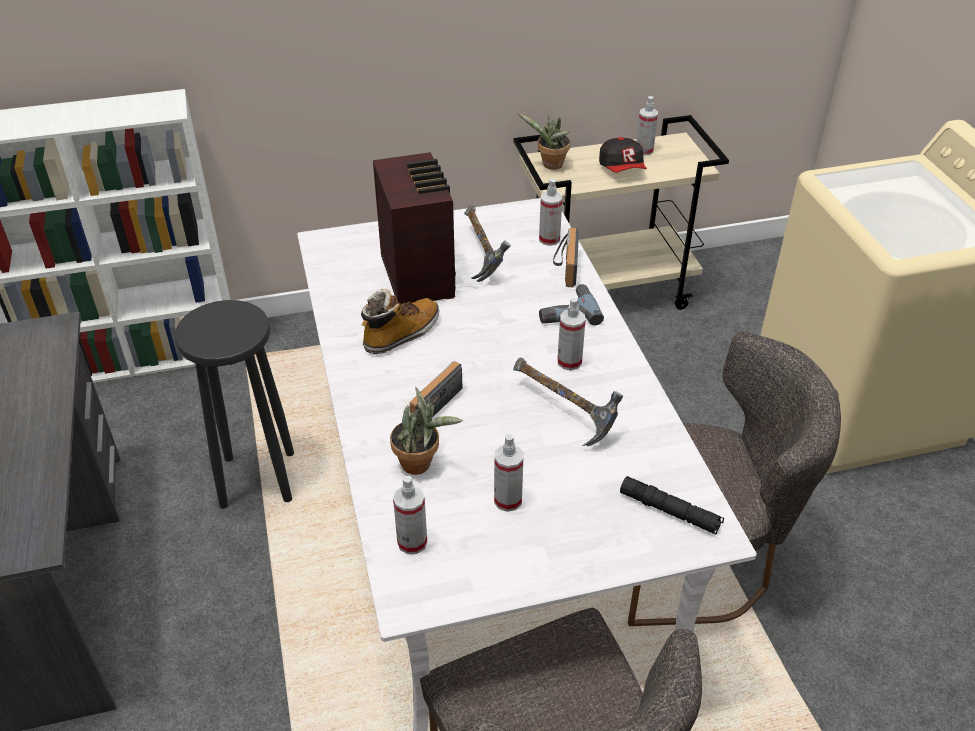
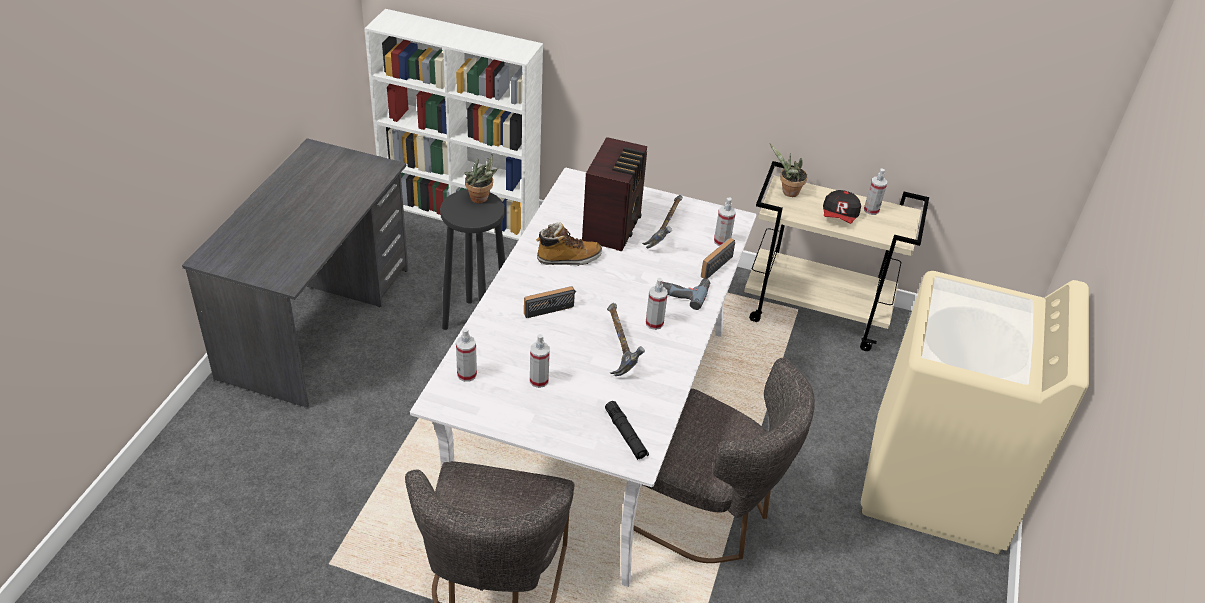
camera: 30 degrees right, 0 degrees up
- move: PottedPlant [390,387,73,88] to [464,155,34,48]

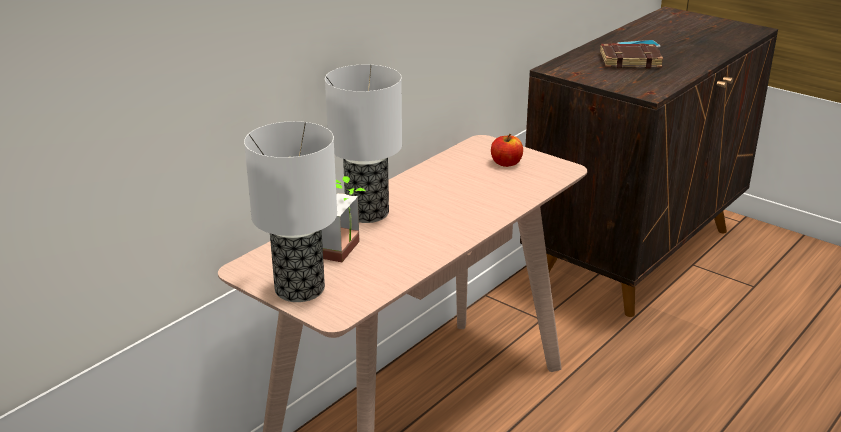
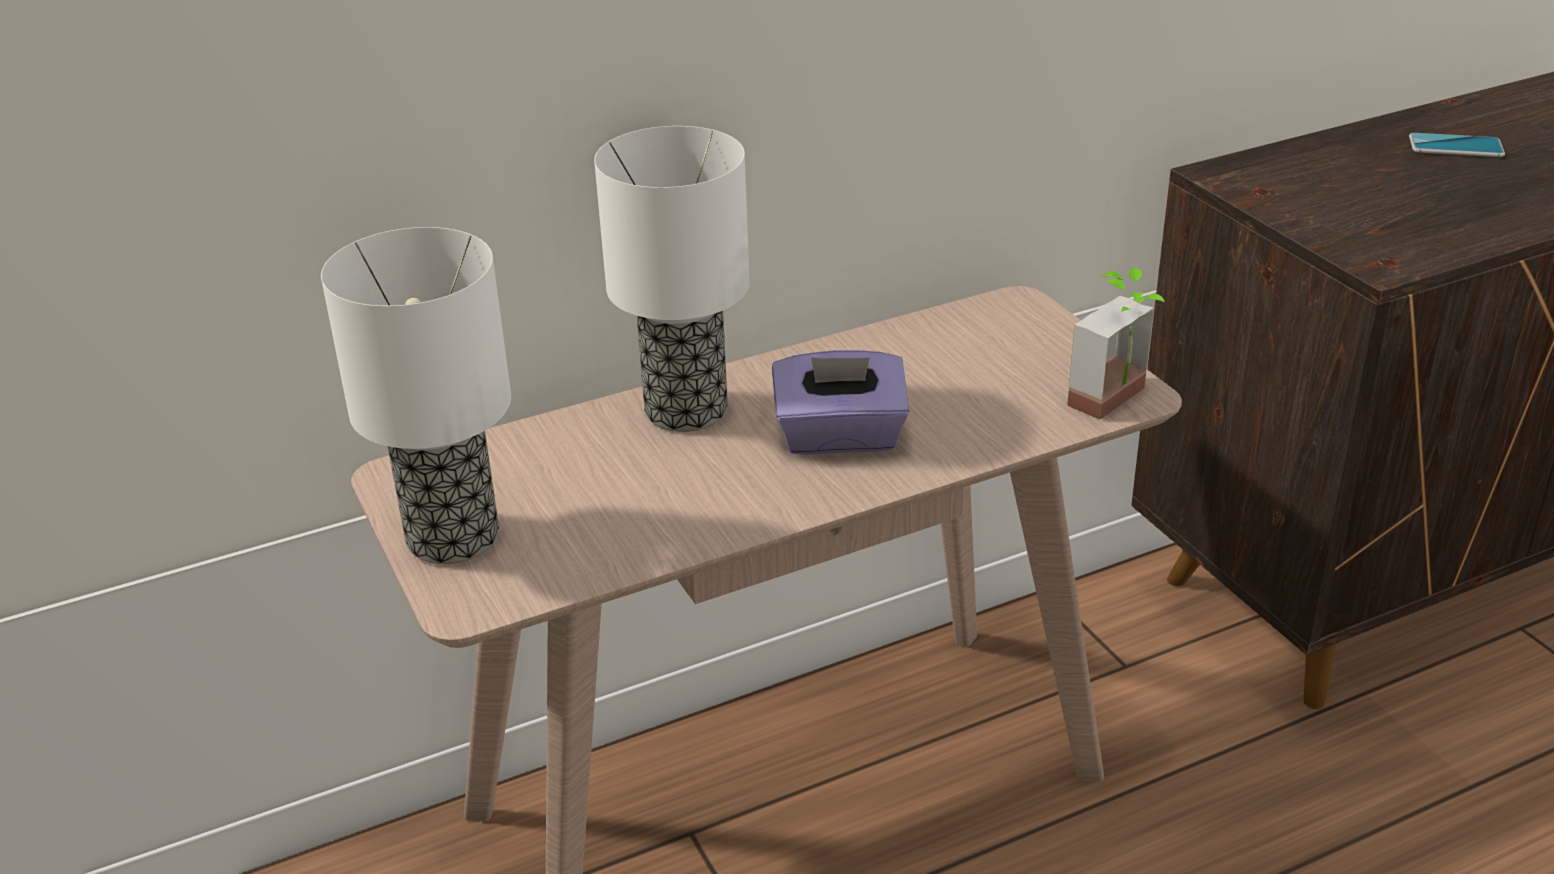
camera: 25 degrees right, 5 degrees up
- delete: BrownBook [600,43,63,25]
- delete: Apple [491,134,32,33]
- move: PottedPlant [322,176,44,86] to [1067,268,98,151]
- insert: PurpleTissueBox [772,350,137,105]

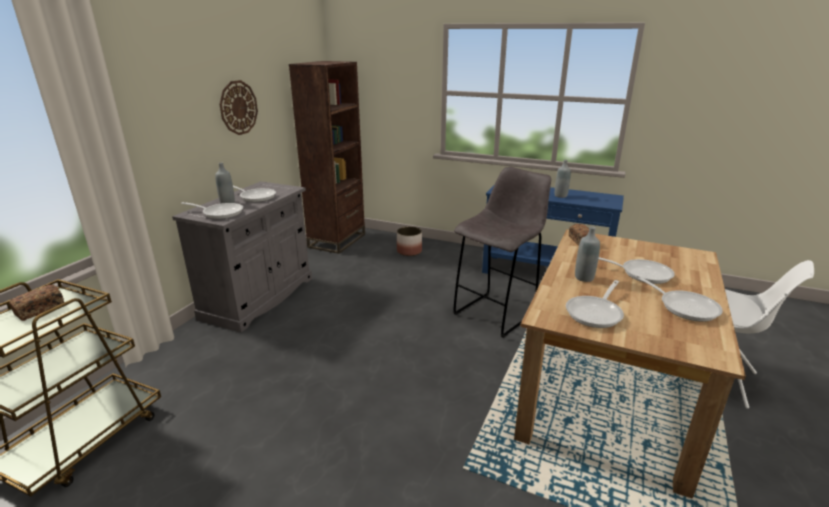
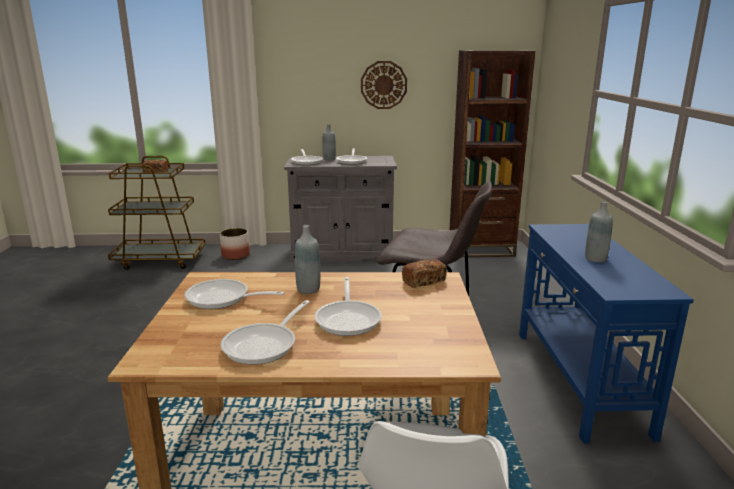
camera: 65 degrees right, 5 degrees down
- move: Planter [397,227,25,29] to [220,228,30,32]

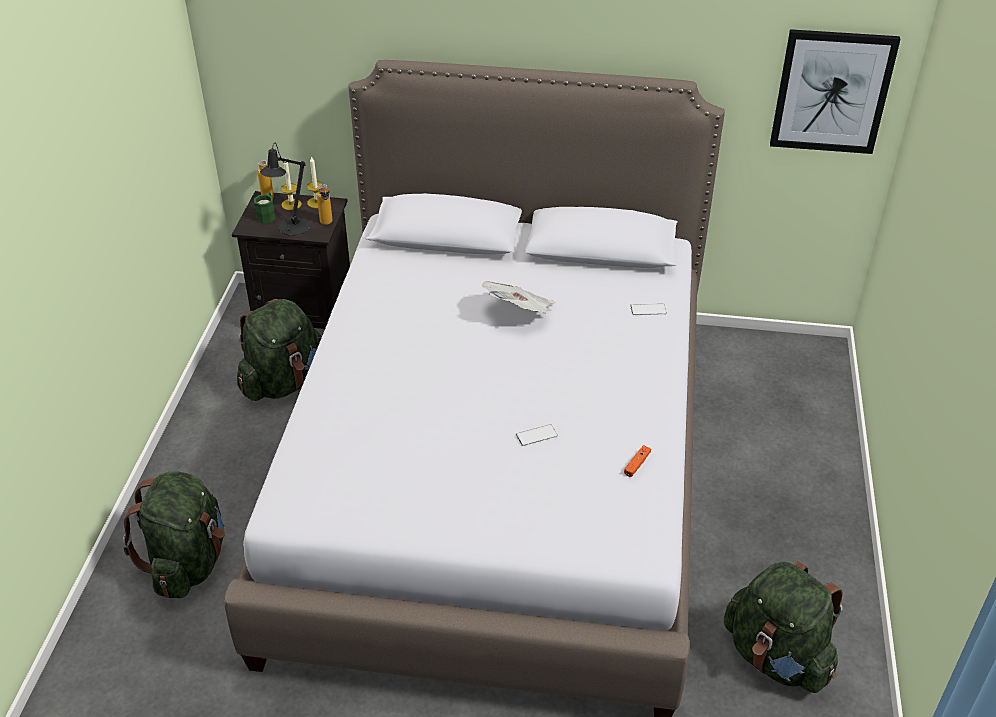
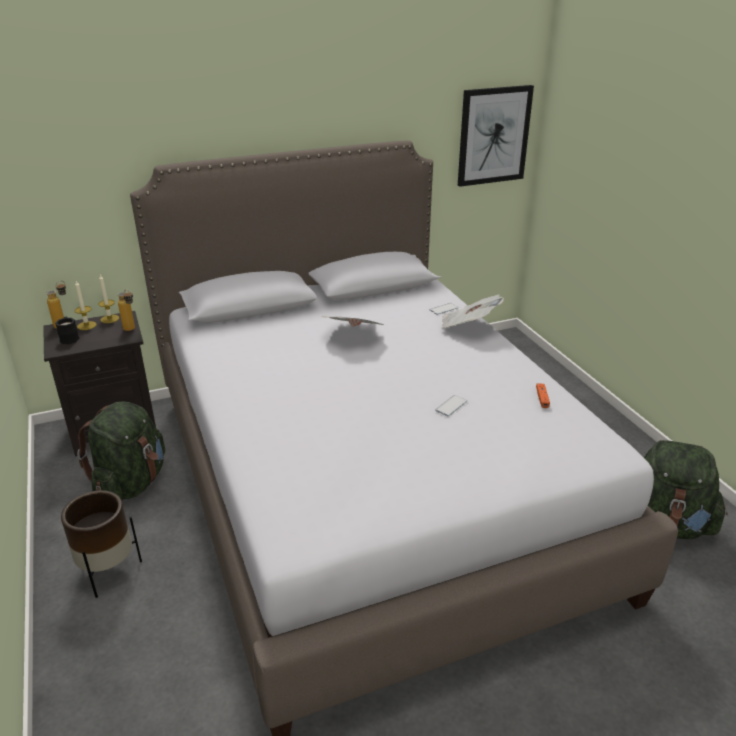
camera: 30 degrees left, 10 degrees down
- delete: BlackTableLamp [260,144,50,92]
- recolor: GreenMug [254,192,22,32] to BlackMug [55,317,24,27]
- delete: GreenBackpack [122,471,103,127]
- insert: Newspaper [442,294,62,35]
- insert: BrownPlanter [61,490,81,108]

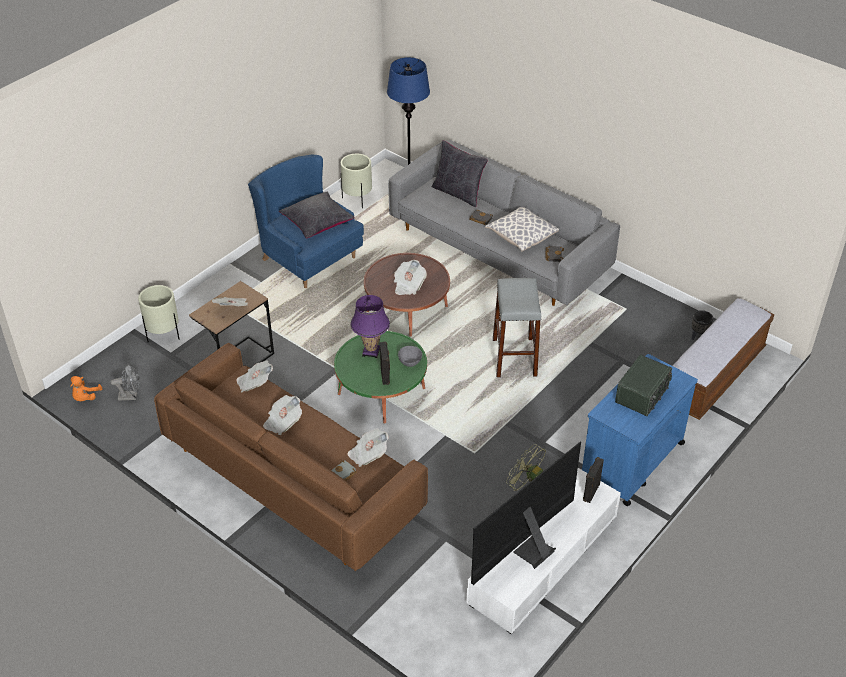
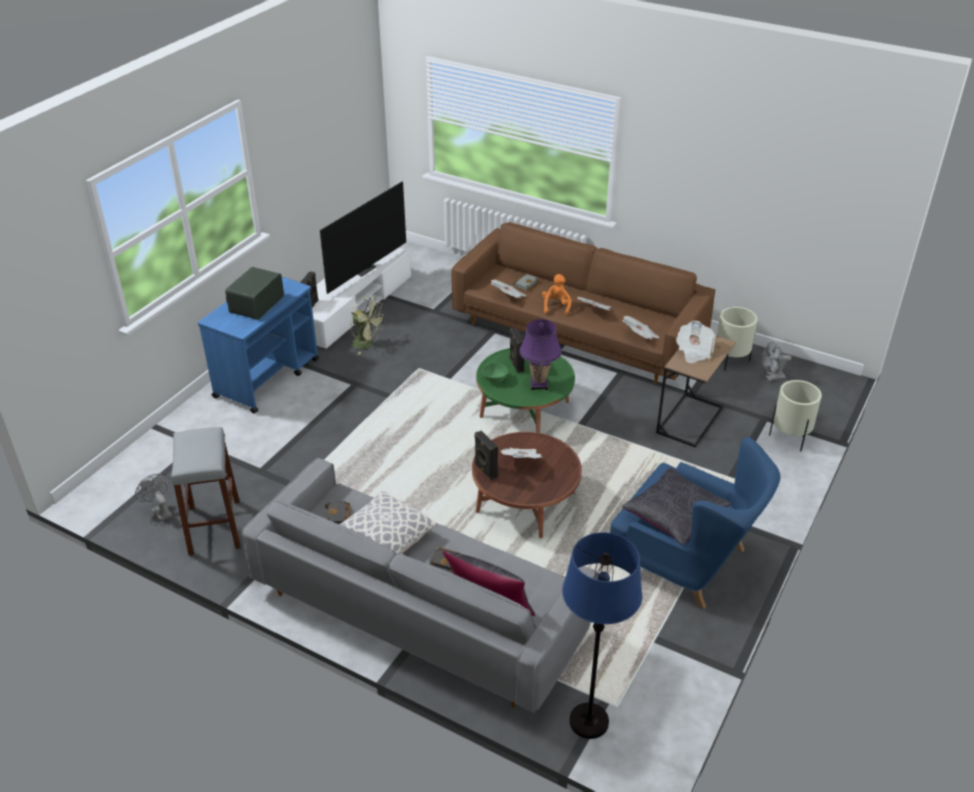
camera: 170 degrees right, 5 degrees down
- move: BeigePlanter [341,154,31,55] to [717,307,41,64]
- move: GreyStool [493,278,49,99] to [171,427,70,129]
- delete: Bench [673,298,102,122]
- replace: BlackPlanter [692,310,21,30] to GreyFan [135,473,37,48]
- recolor: GreyBowl [398,346,24,21] to GreenBowl [482,363,26,20]
- move: OrangePlushToy [71,376,31,25] to [542,274,30,42]
- insert: BlackSpeaker [475,431,23,49]

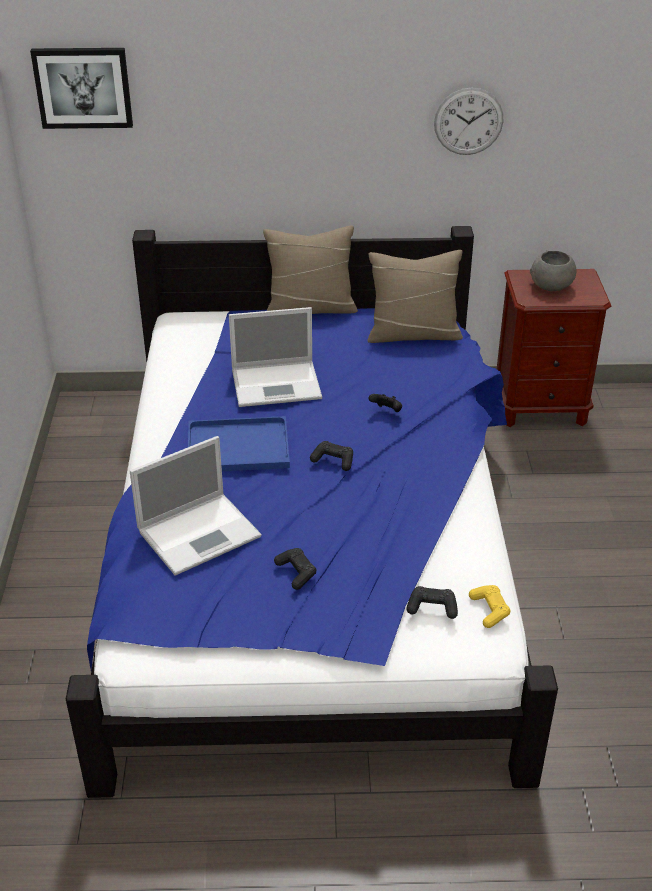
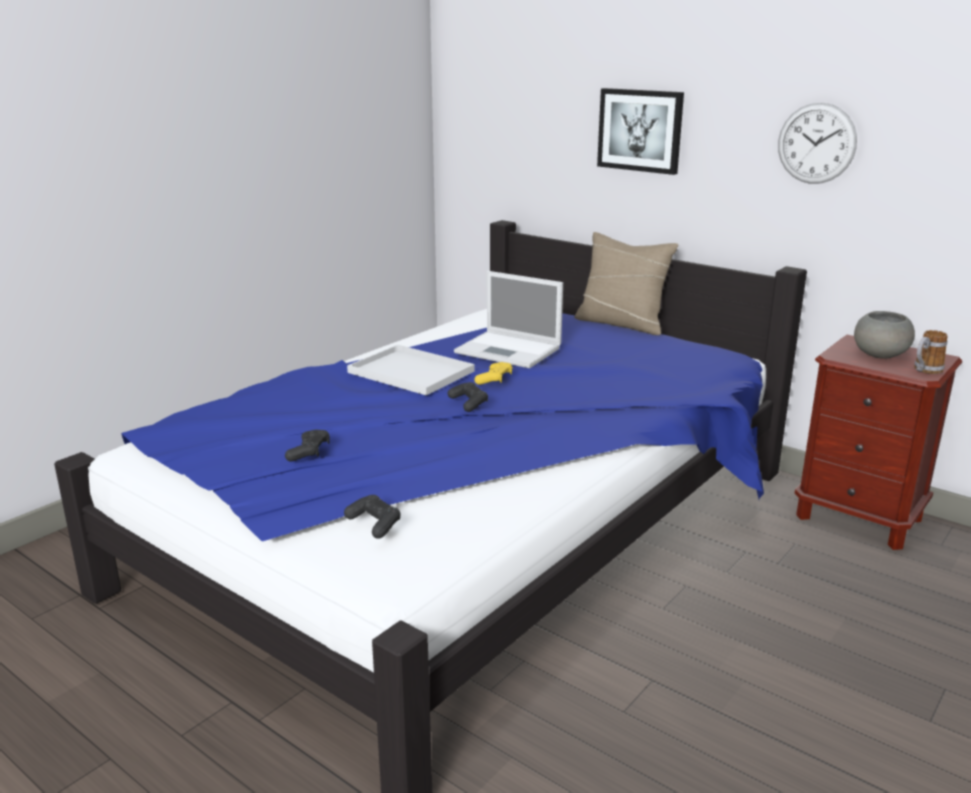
camera: 40 degrees right, 15 degrees down
- move: Picture [30,48,103,81] to [597,88,87,87]
- delete: BeigePillow [367,250,96,93]
- delete: BlackGameController [369,394,33,18]
- recolor: BlueTray [188,416,102,55] to WhiteTray [347,345,128,51]
- delete: Laptop [130,436,132,140]
- move: YellowGameController [469,585,42,43] to [474,362,38,23]
- insert: Mug [914,330,33,44]

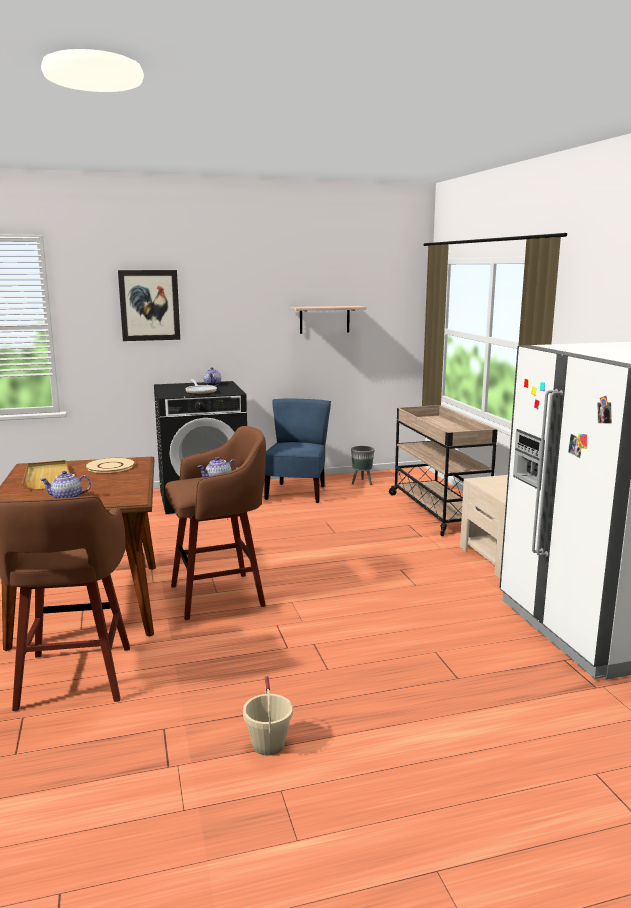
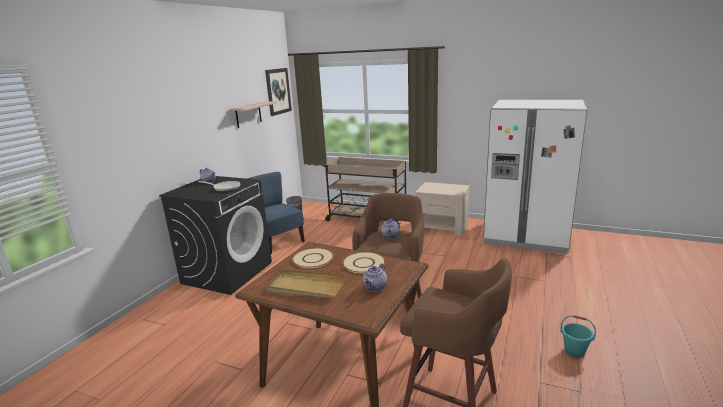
camera: 50 degrees left, 5 degrees up
- move: Picture [118,270,62,71] to [265,68,27,48]
- recolor: BeigeBucket [243,676,50,79] to TurquoiseBucket [560,315,36,42]
- insert: BeigePlate [342,252,43,21]

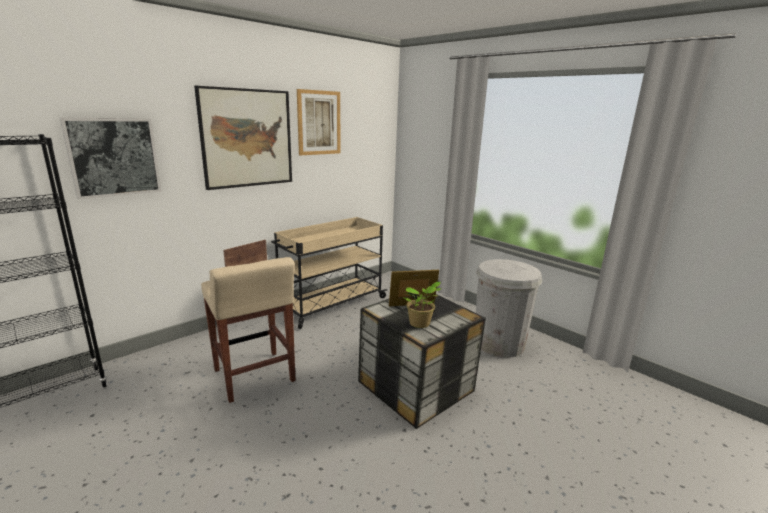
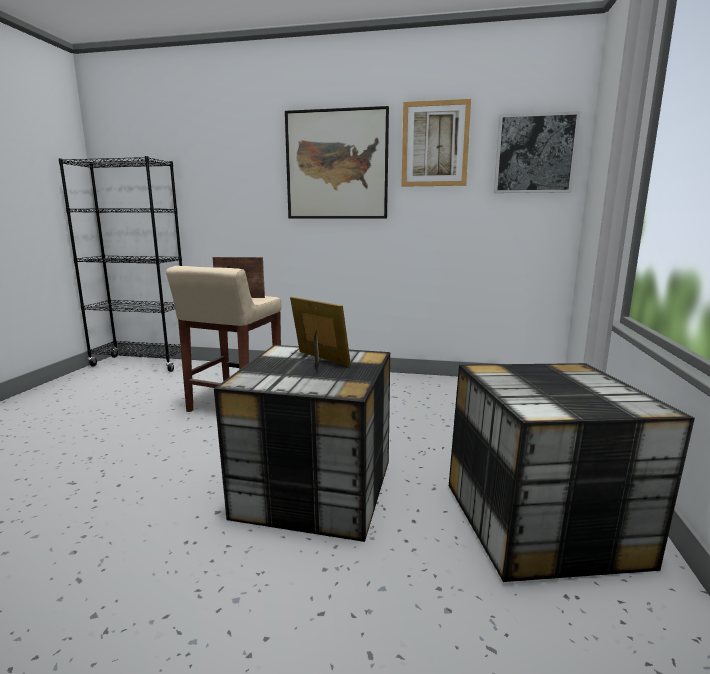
camera: 55 degrees right, 5 degrees down
- move: Picture [60,118,102,81] to [494,111,86,82]
- delete: BeigeCart [271,217,116,112]
- replace: WhiteTrashCan [476,259,66,99] to StorageBox [449,363,246,219]
- delete: PottedPlant [403,281,38,47]

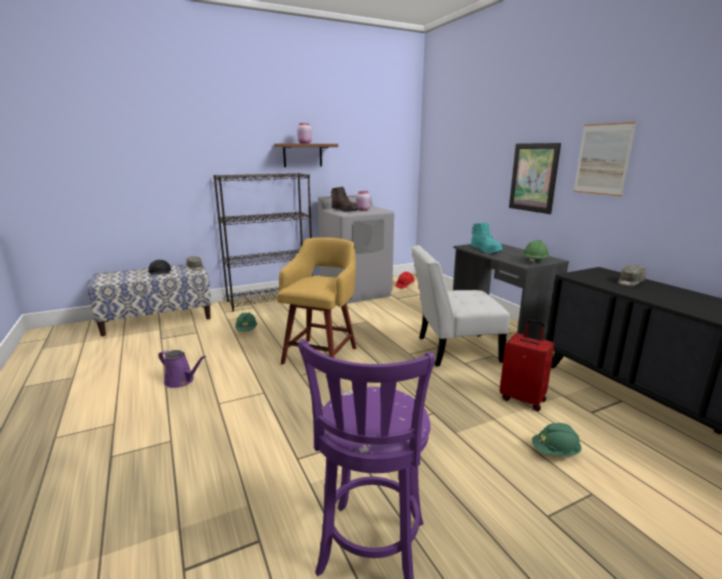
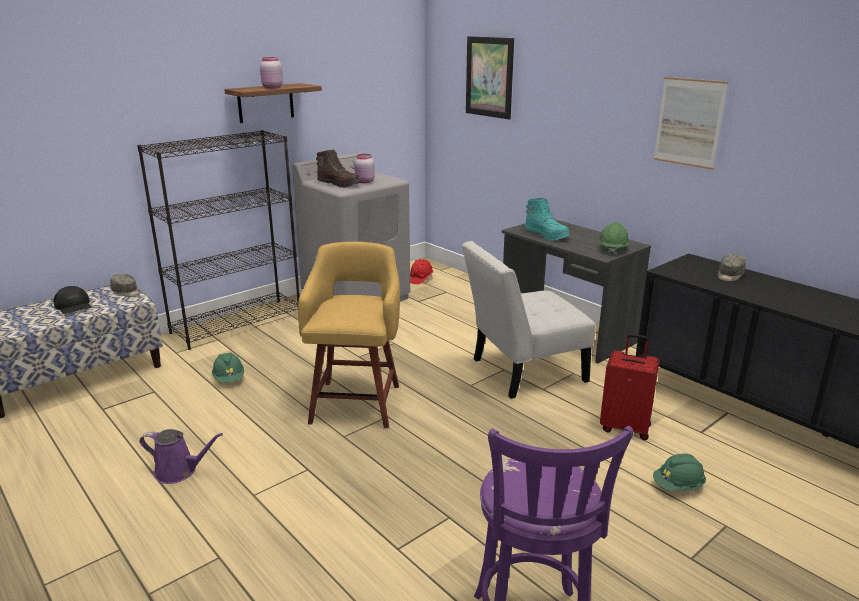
camera: 15 degrees left, 5 degrees up
- move: Picture [509,143,52,71] to [466,36,48,83]

